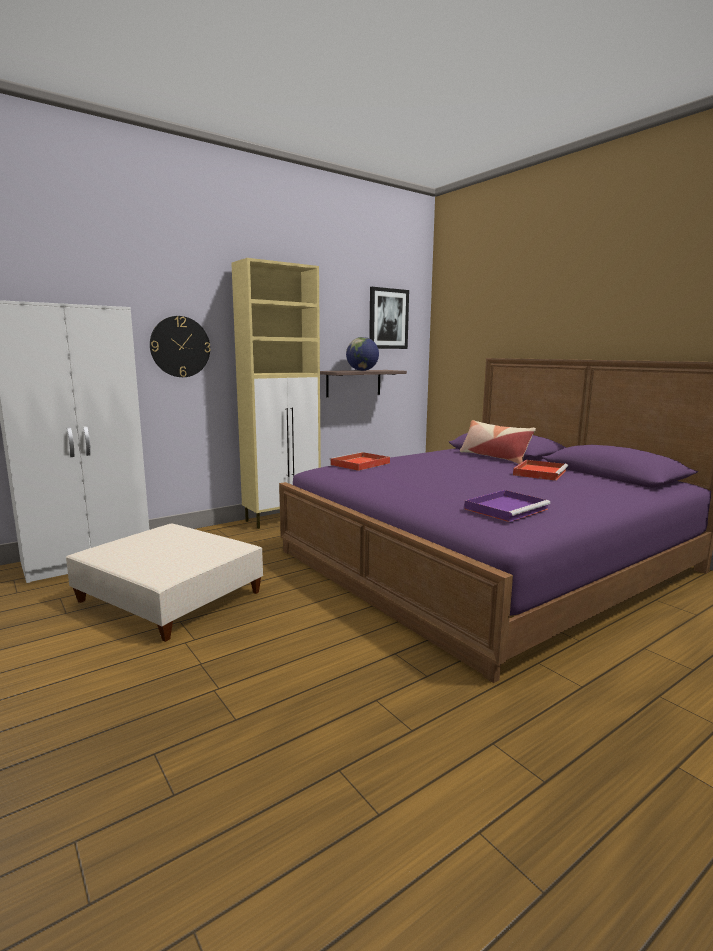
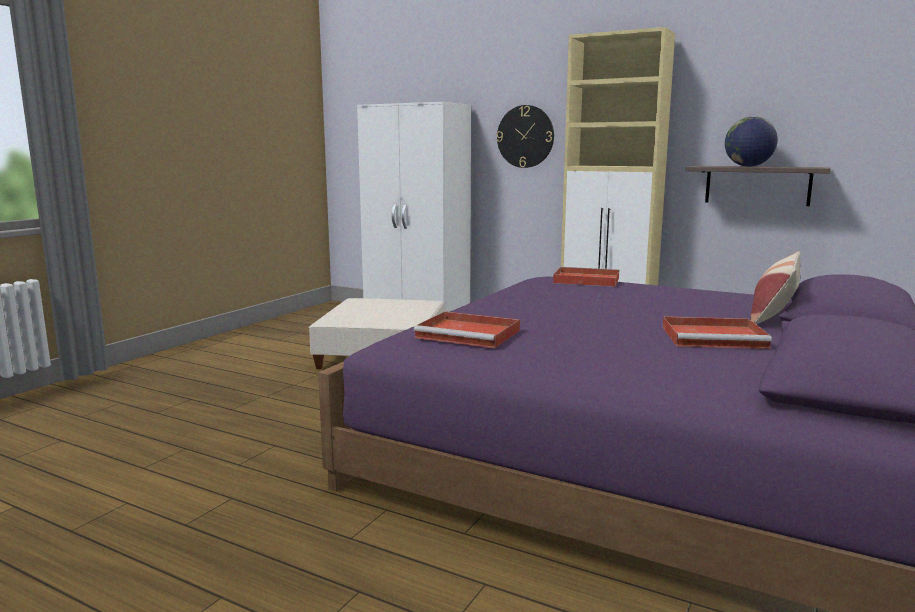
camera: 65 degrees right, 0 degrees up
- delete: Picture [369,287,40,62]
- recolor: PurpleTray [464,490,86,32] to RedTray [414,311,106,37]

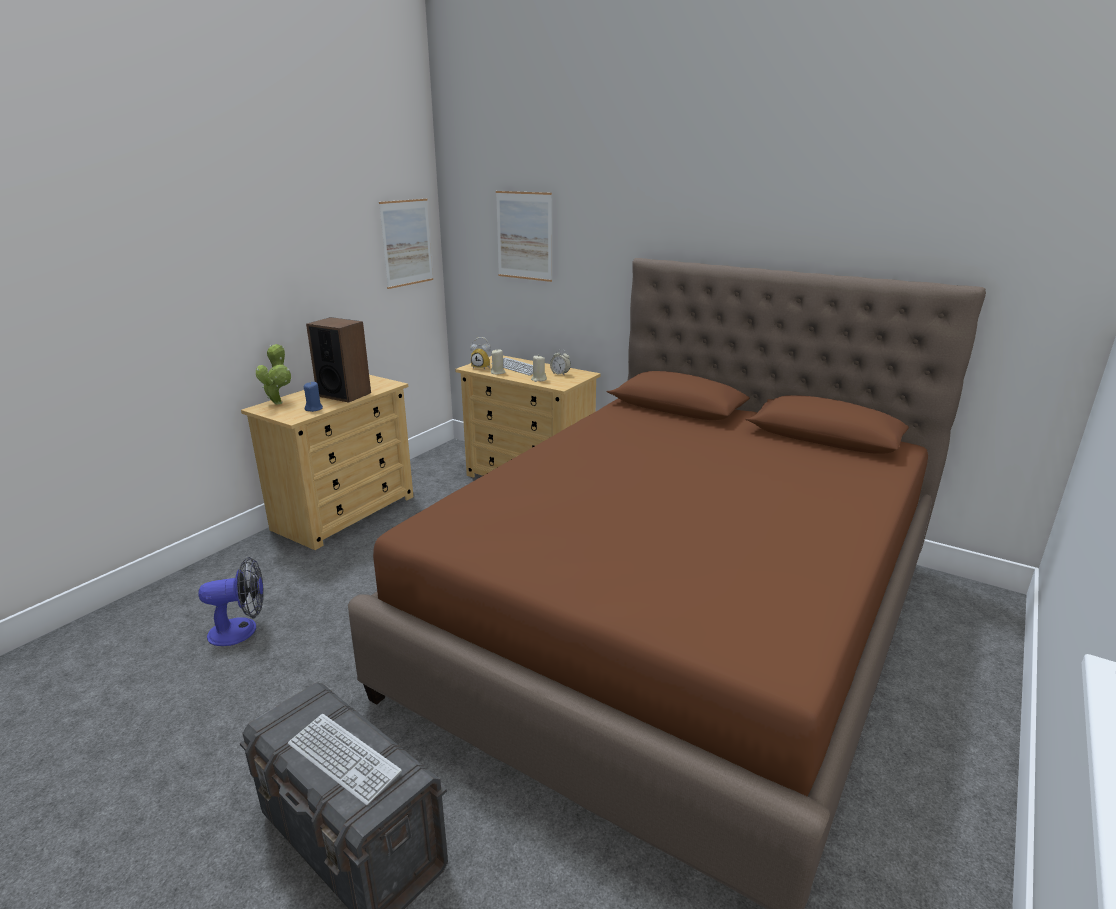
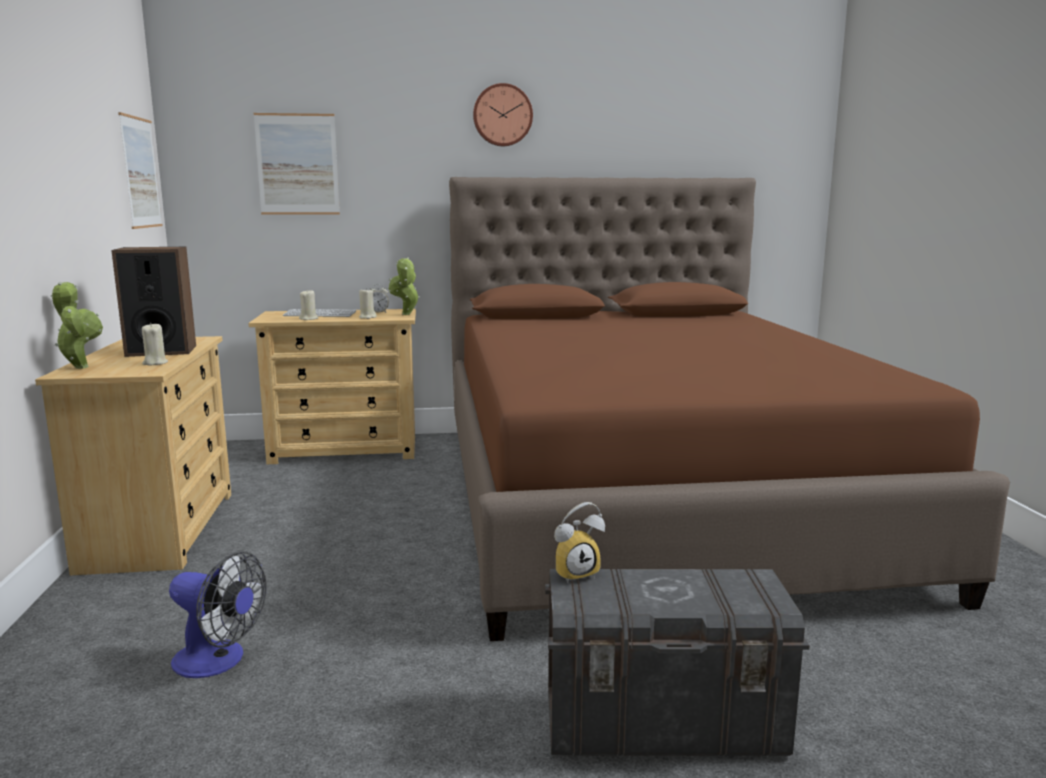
camera: 40 degrees left, 10 degrees down
- move: AlarmClock [470,337,21,33] to [554,502,51,82]
- recolor: BlueCandle [304,382,19,30] to BeigeCandle [142,323,26,42]
- rotate: Fan [199,557,65,89] = [169,551,98,127] 75 degrees clockwise
- delete: Keyboard [288,714,114,92]
- insert: WallClock [473,83,60,63]
- insert: PottedPlant [389,257,31,58]

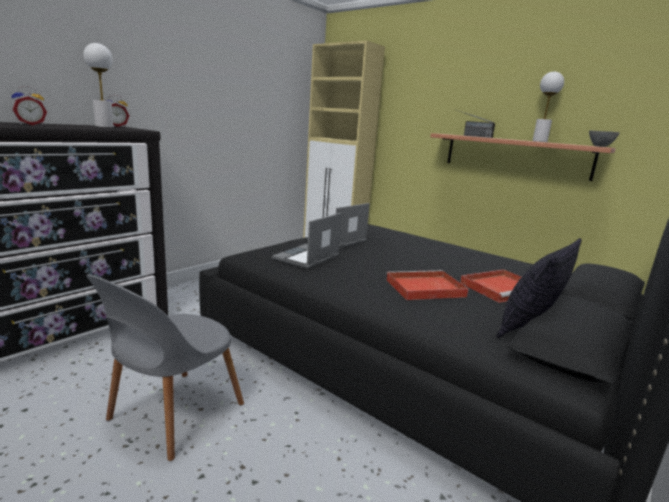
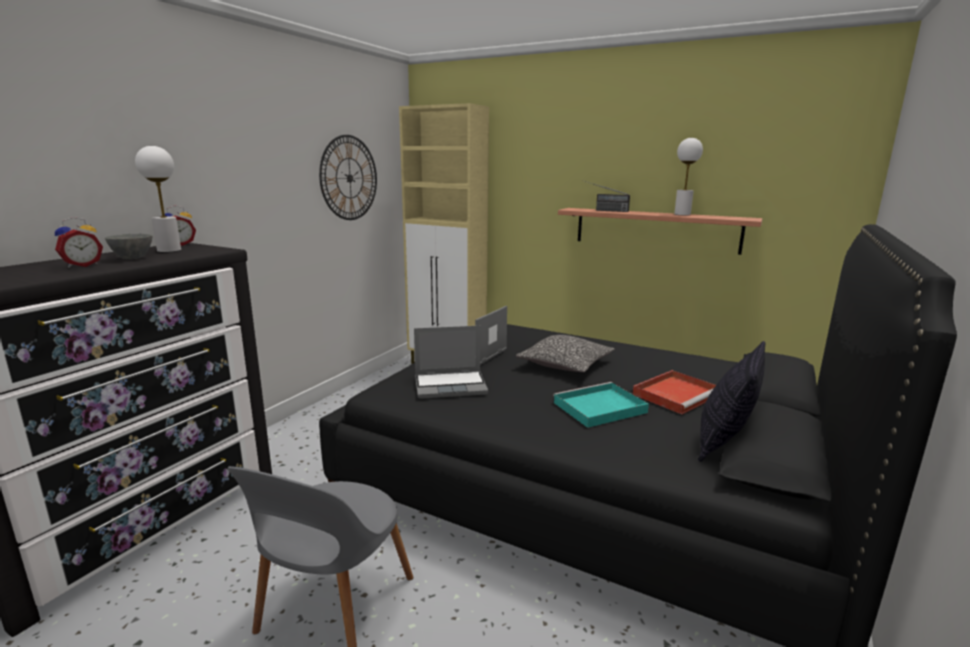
camera: 10 degrees left, 0 degrees up
- move: GreyBowl [589,131,31,16] to [105,234,47,25]
- rotate: Laptop [272,213,70,56] = [414,326,74,73] 120 degrees counterclockwise
- recolor: RedTray [386,270,83,30] to TurquoiseTray [553,382,96,46]
- insert: WallClock [319,135,58,85]
- insert: Pillow [516,335,98,37]

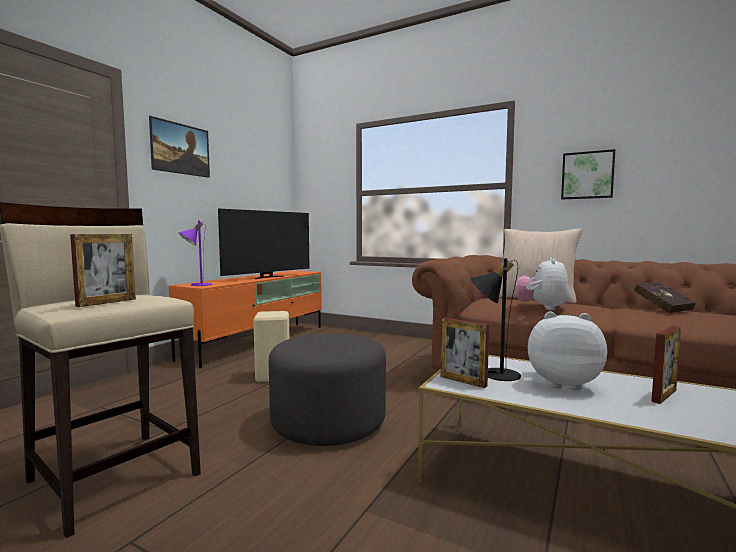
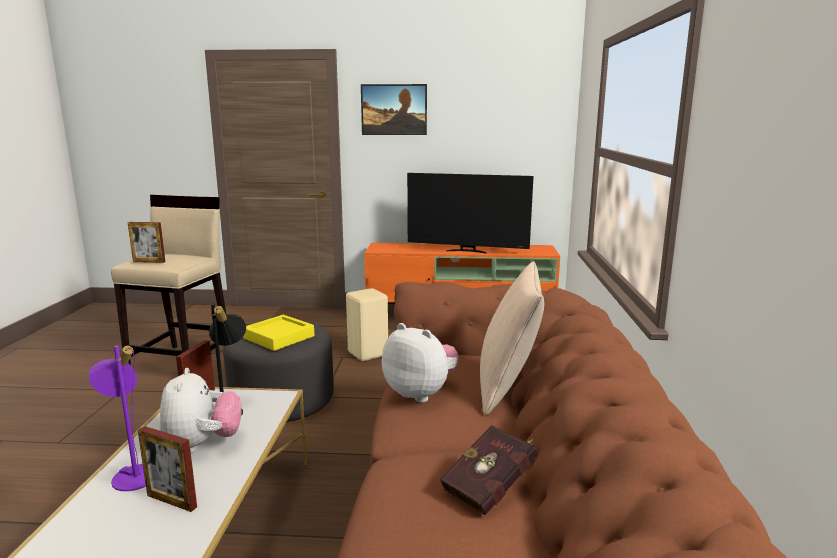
camera: 65 degrees right, 10 degrees up
- delete: Picture [561,149,54,50]
- move: PurpleTableLamp [179,220,33,66] to [89,346,57,145]
- rotate: PlushToy [516,258,53,52] = [382,323,77,80] 45 degrees clockwise
- insert: YellowTray [243,315,71,36]

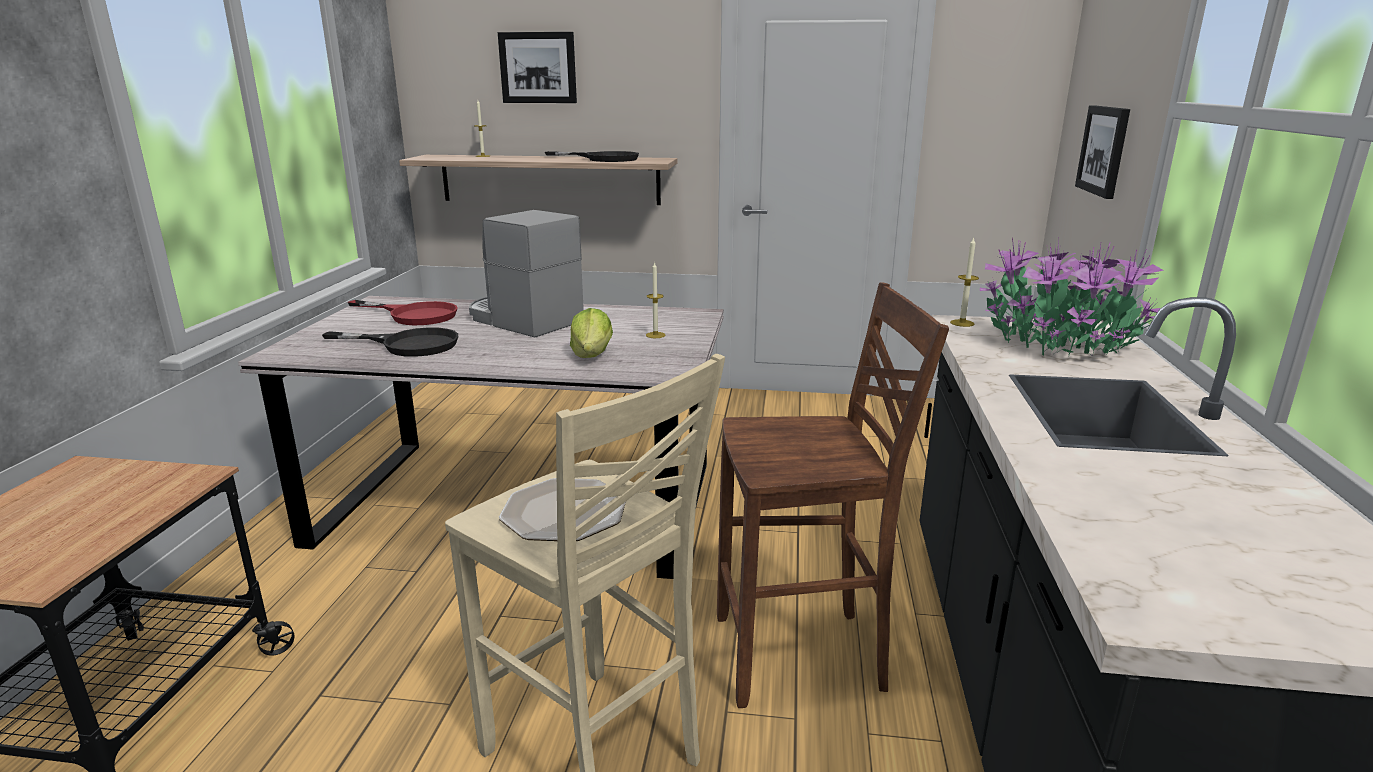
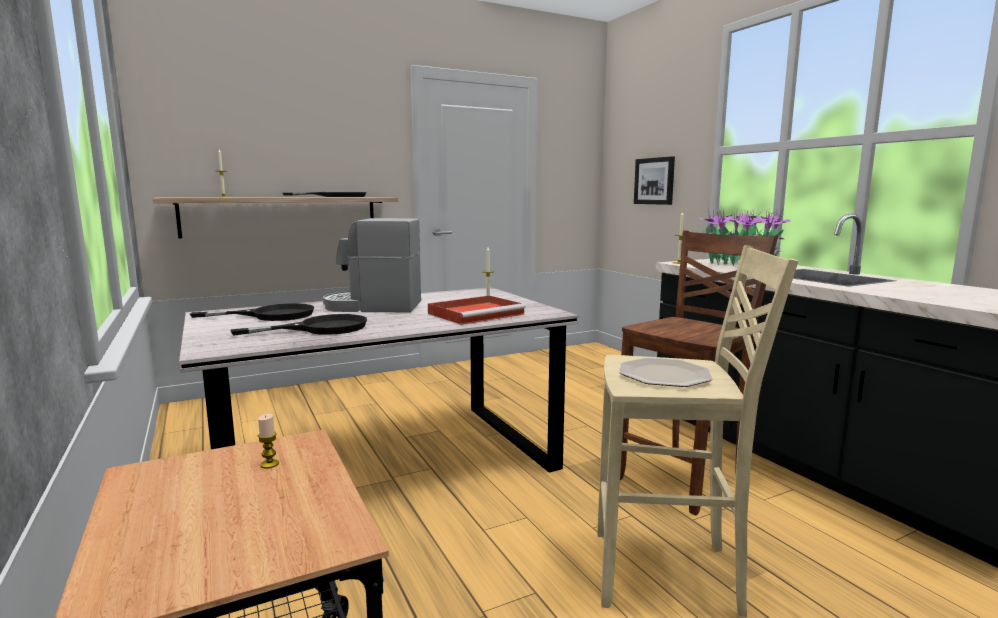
camera: 35 degrees left, 10 degrees down
- delete: Picture [498,32,79,71]
- recolor: RedFryingPan [348,300,110,25] to BlackFryingPan [190,303,124,18]
- replace: Lettuce [570,308,43,50] to RedTray [428,295,98,30]
- insert: Candle [258,414,21,55]

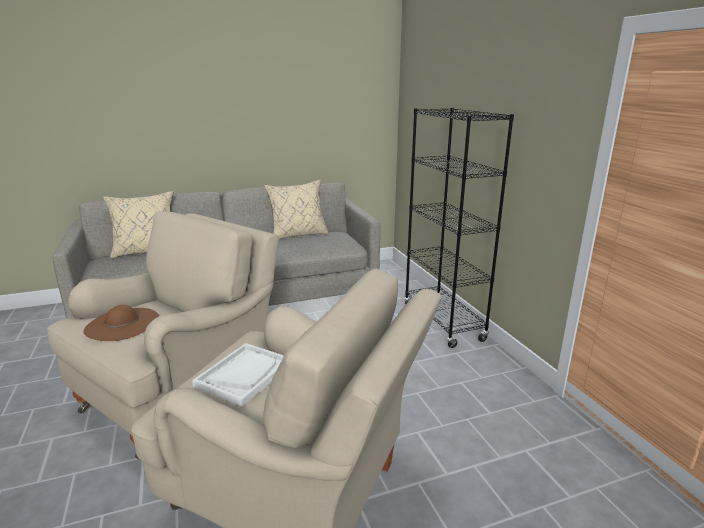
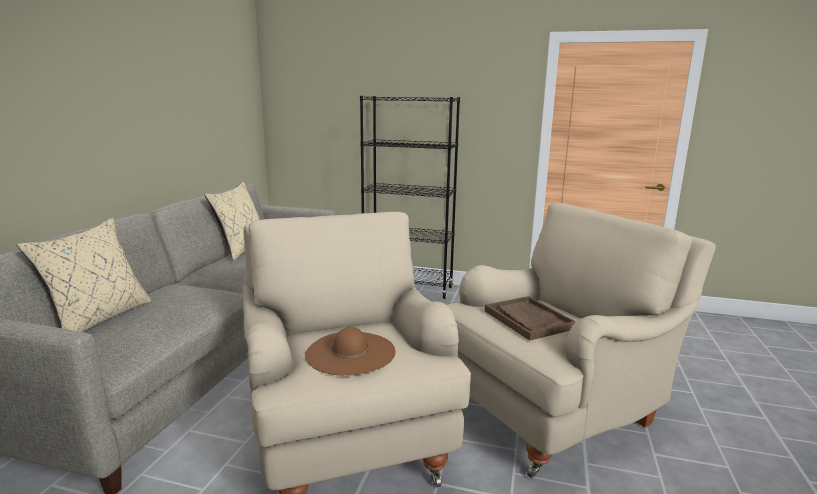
camera: 55 degrees left, 5 degrees down
- recolor: WhiteTray [192,343,92,64] to BrownTray [485,296,91,44]

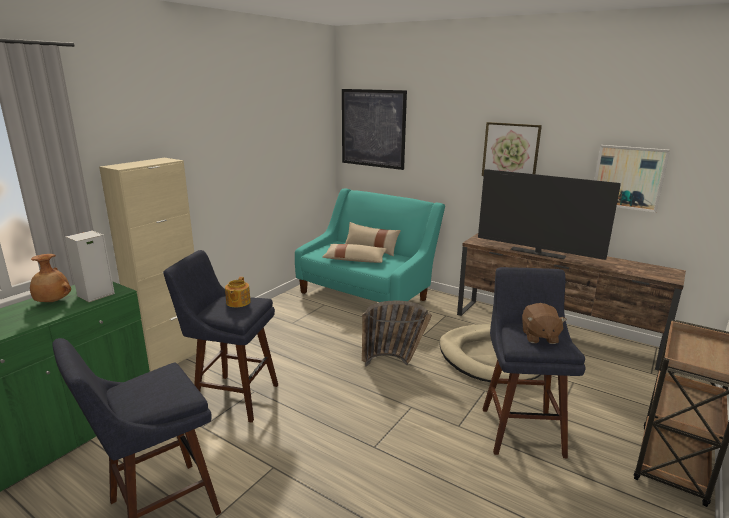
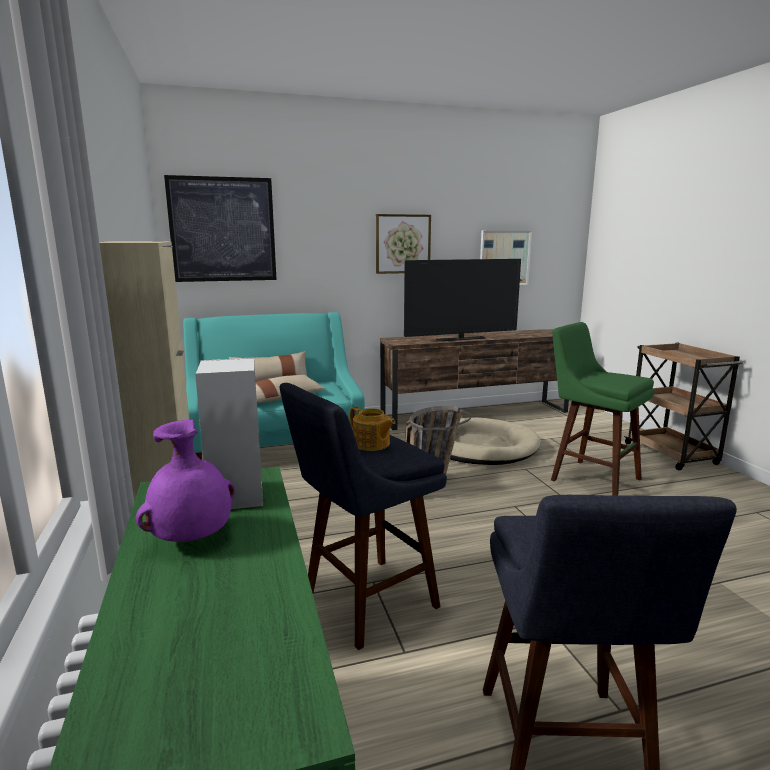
camera: 50 degrees left, 5 degrees down
- recolor: BrownVase [30,254,41,48] to PurpleVase [135,420,100,122]
- recolor: BlueStool [483,267,102,191] to GreenStool [551,322,104,174]
- delete: BrownPlushToy [522,303,45,41]

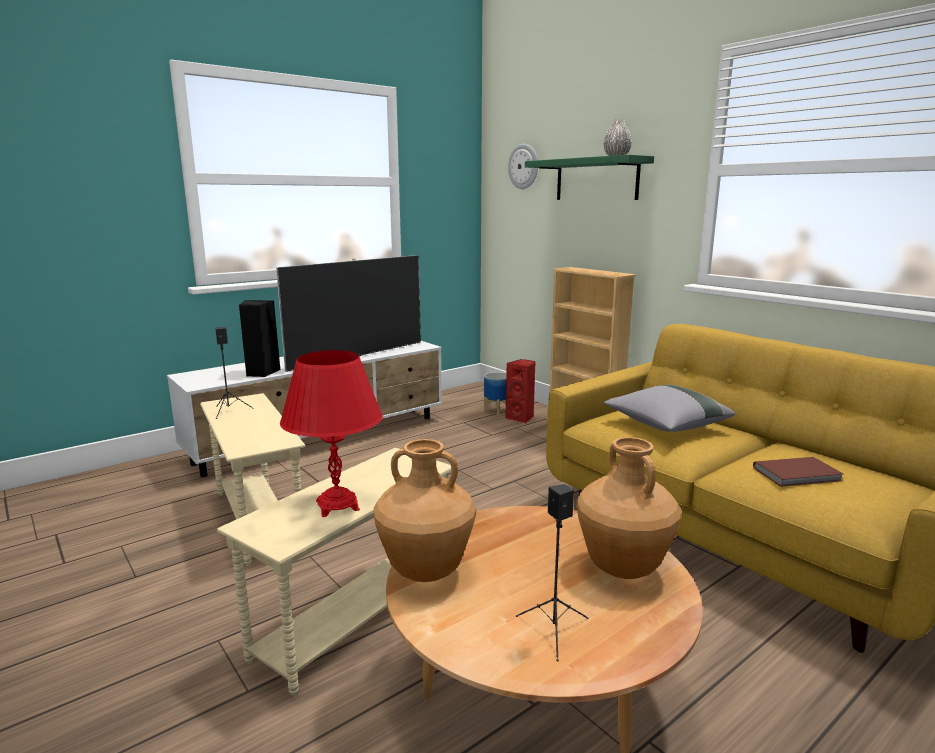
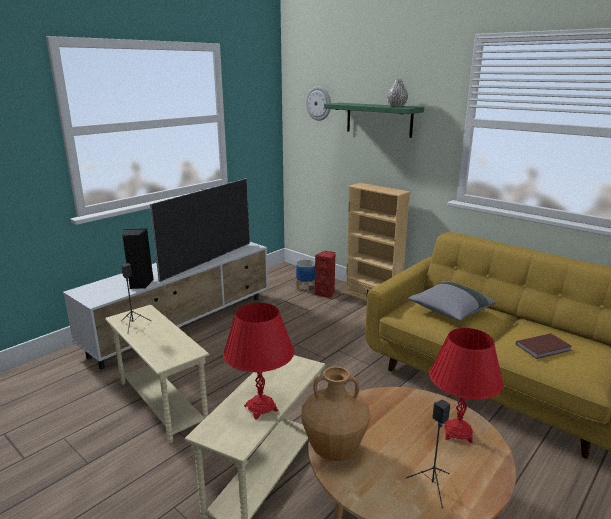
camera: 10 degrees left, 5 degrees up
- replace: BrownVase [576,437,105,142] to RedTableLamp [429,328,74,115]

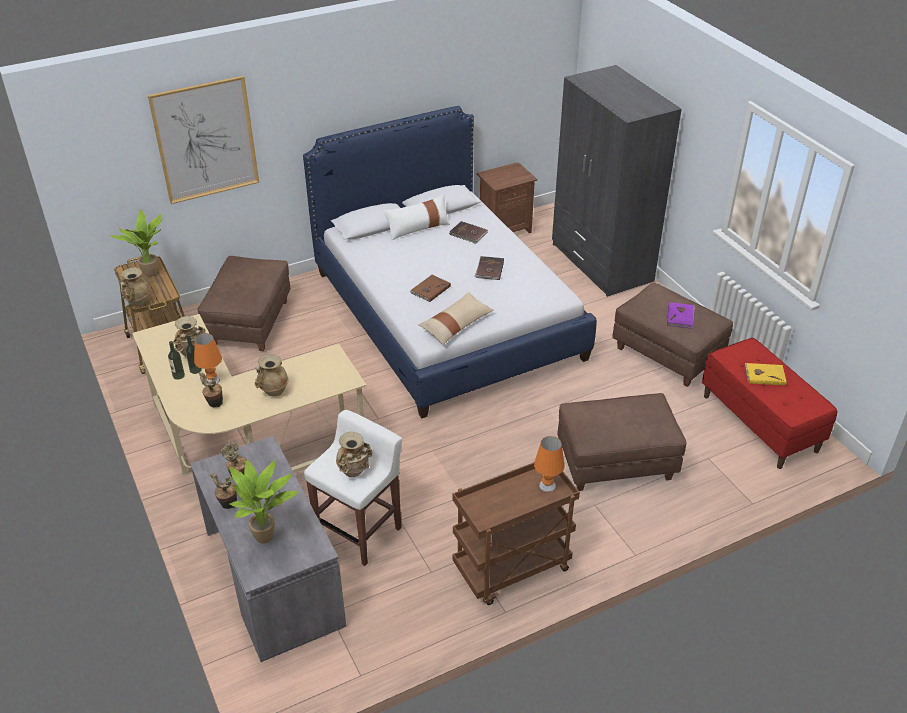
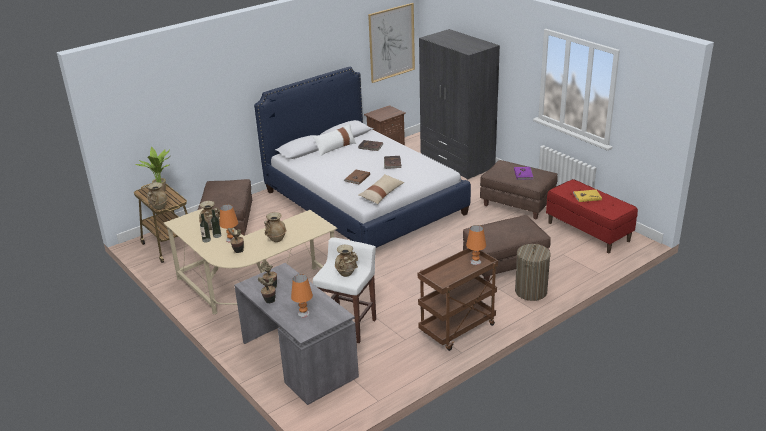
camera: 10 degrees left, 10 degrees down
- move: Picture [148,76,111,128] to [368,3,47,80]
- replace: PottedPlant [229,460,69,84] to OrangeTableLamp [291,274,22,43]
- insert: LaundryBasket [515,244,36,57]

